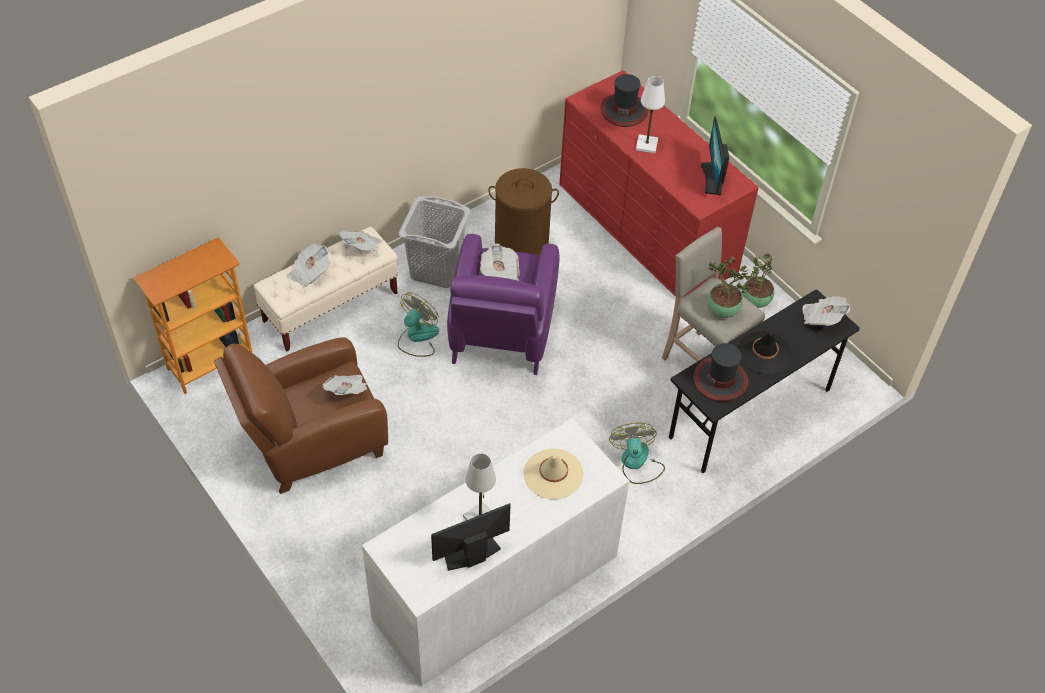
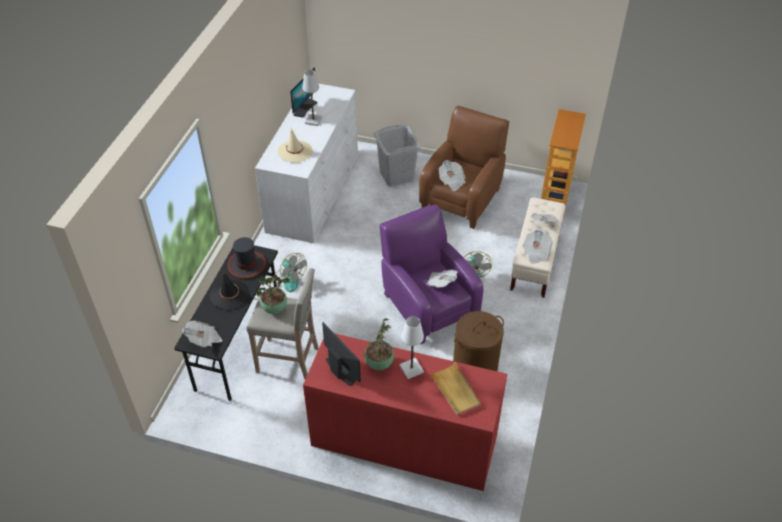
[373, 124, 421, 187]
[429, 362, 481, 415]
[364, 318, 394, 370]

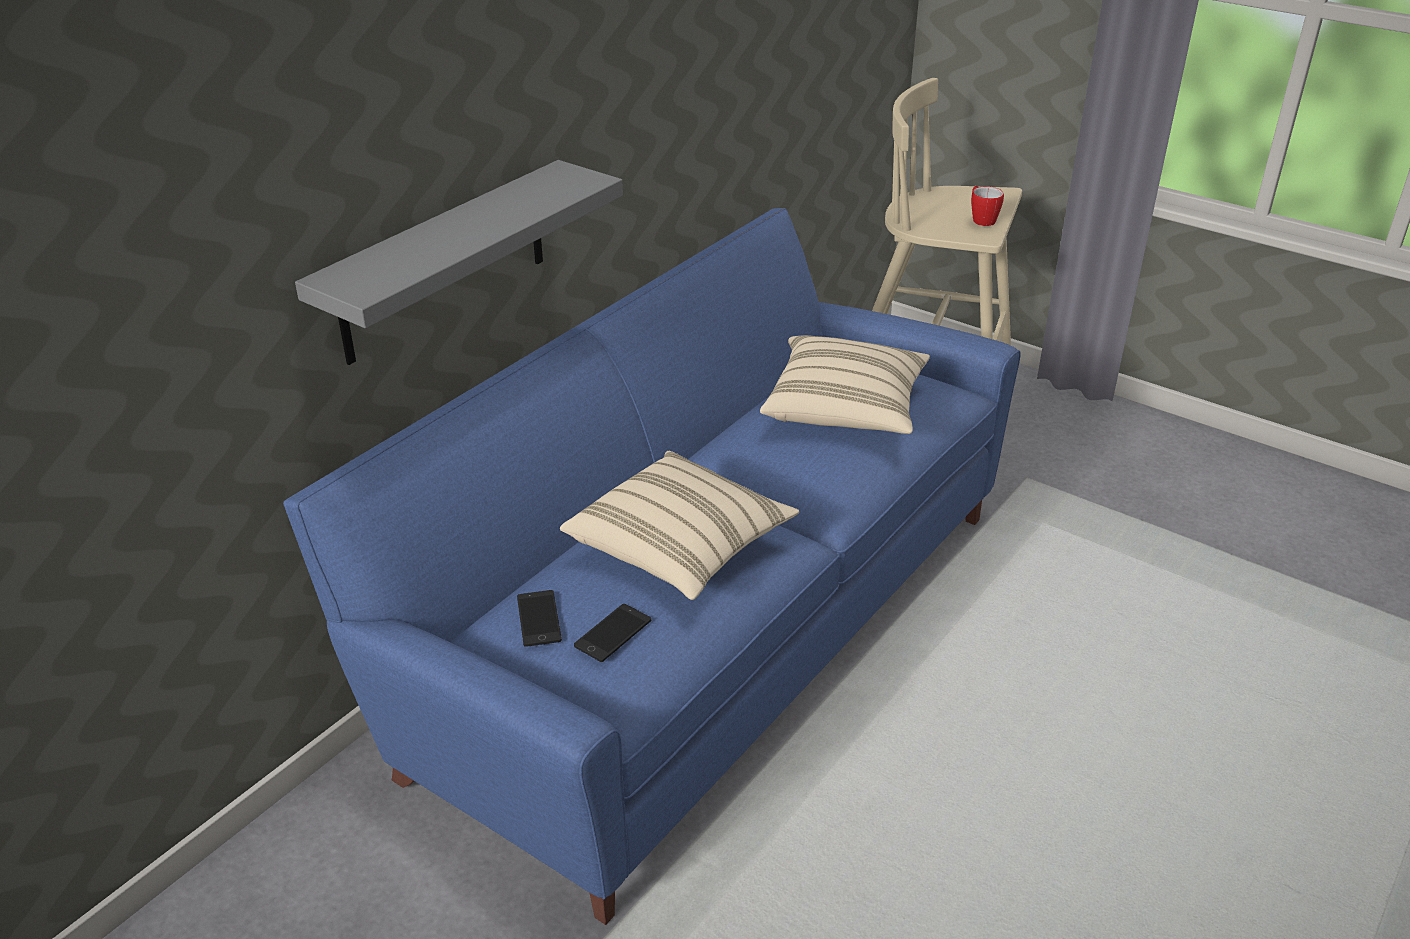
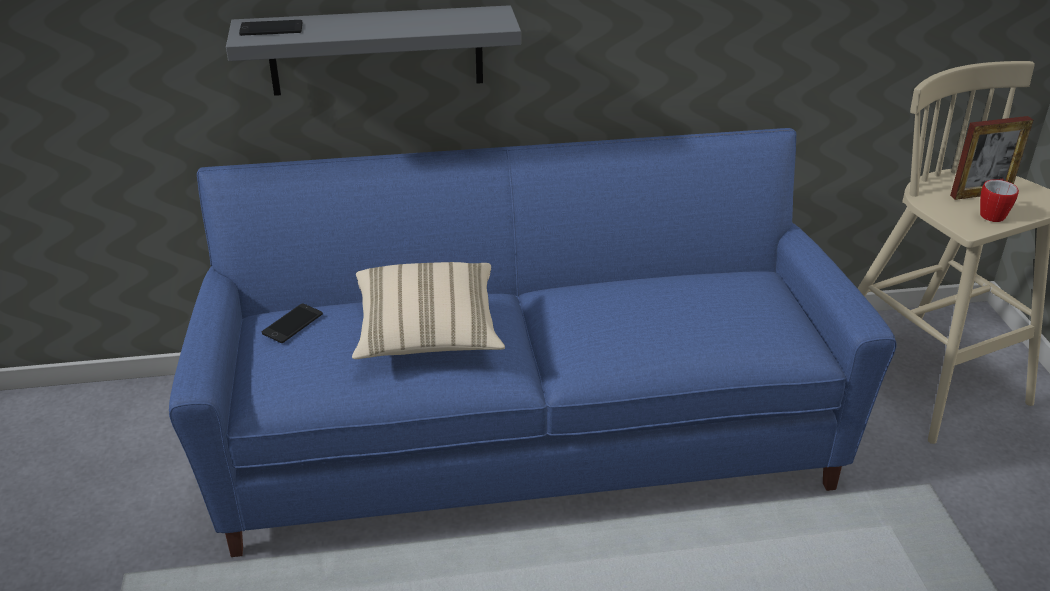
[239, 20, 302, 36]
[760, 335, 930, 434] (first image)
[950, 116, 1033, 200]

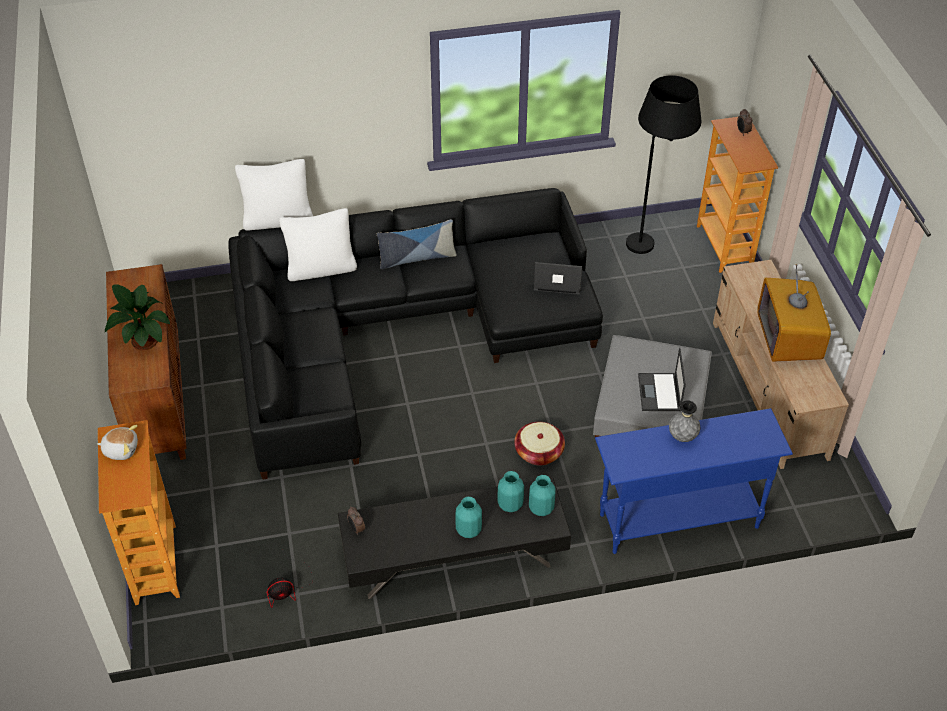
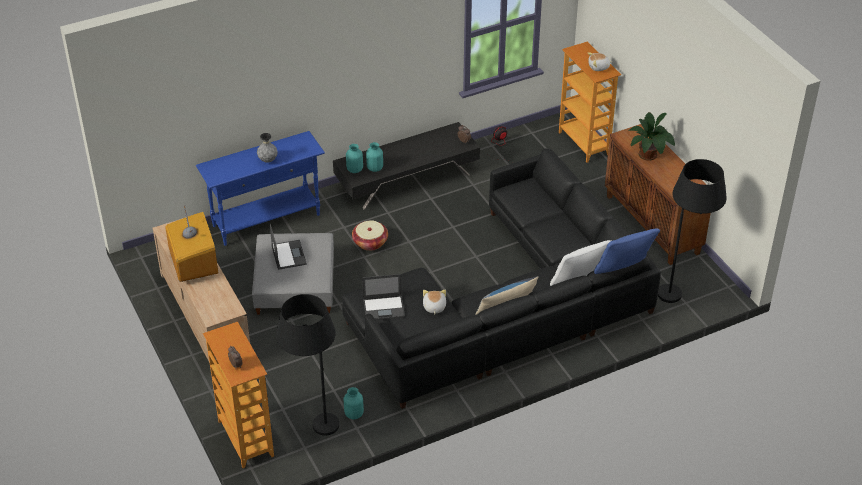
[594, 229, 660, 274]
[344, 387, 364, 419]
[423, 290, 446, 314]
[658, 159, 727, 303]

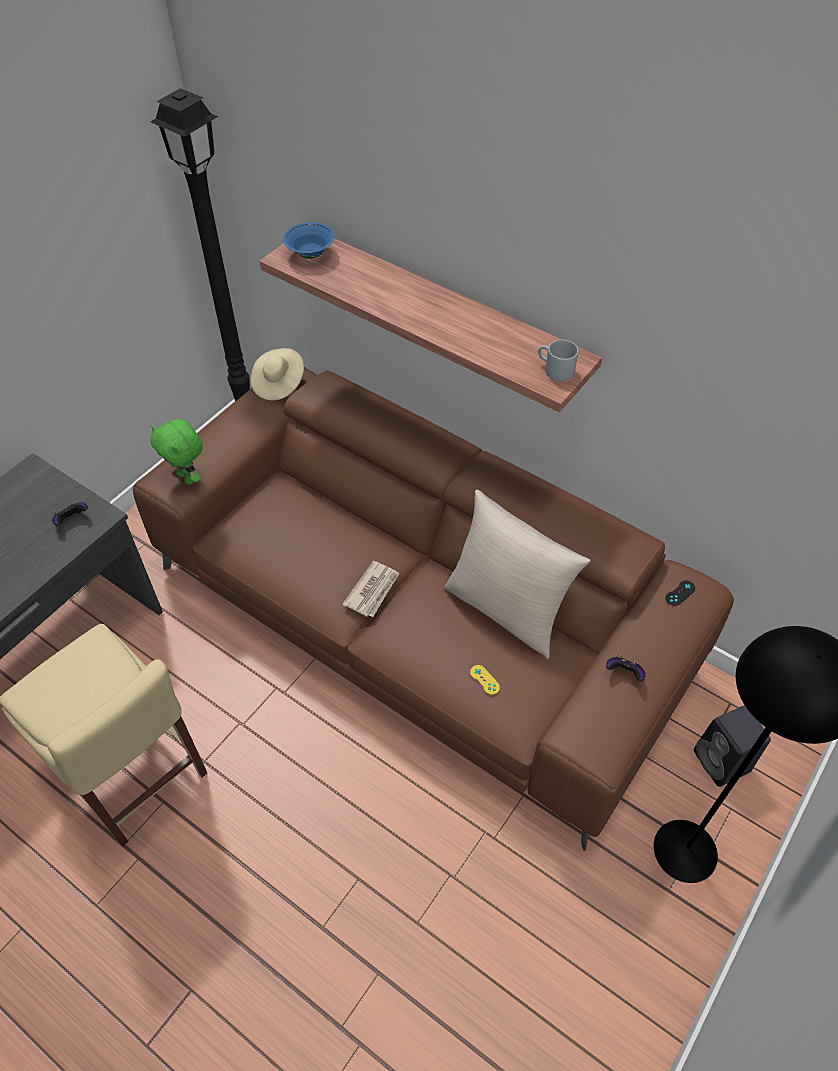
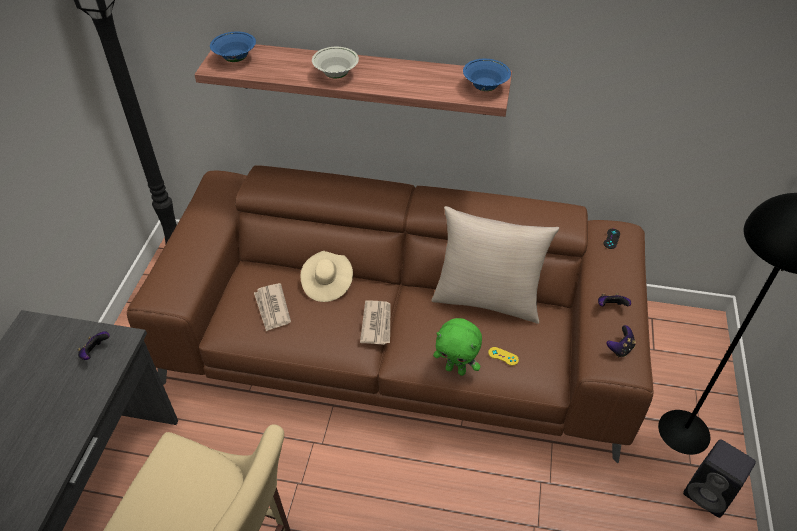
[433, 318, 482, 376]
[301, 251, 353, 302]
[463, 59, 511, 91]
[683, 439, 756, 518]
[254, 283, 291, 332]
[312, 47, 359, 78]
[606, 325, 636, 357]

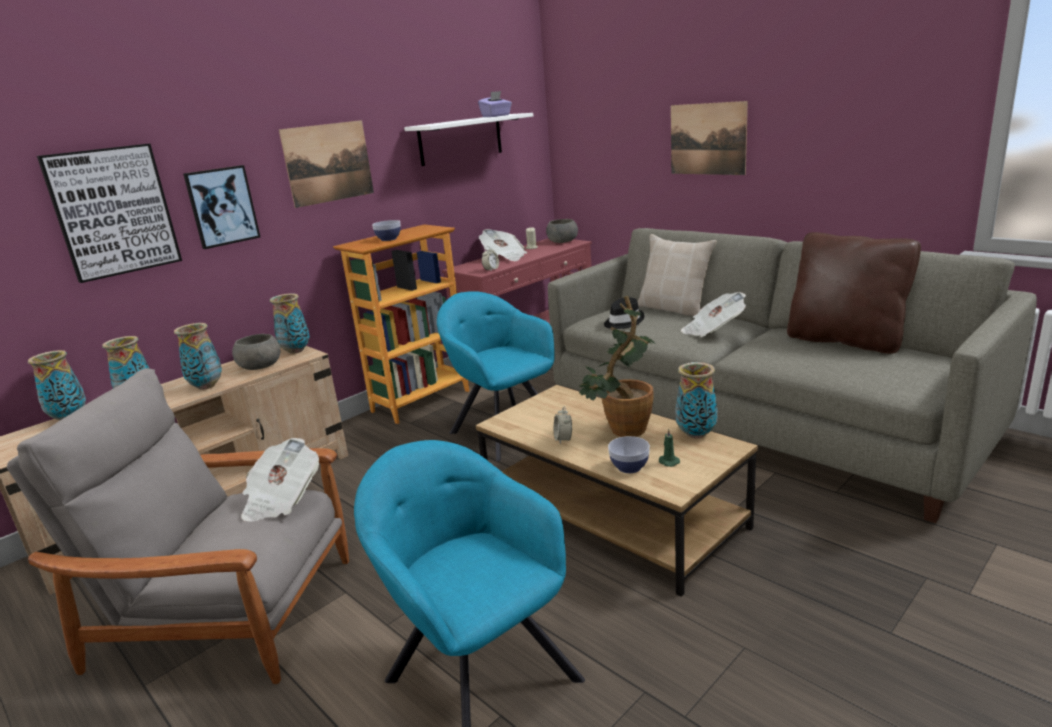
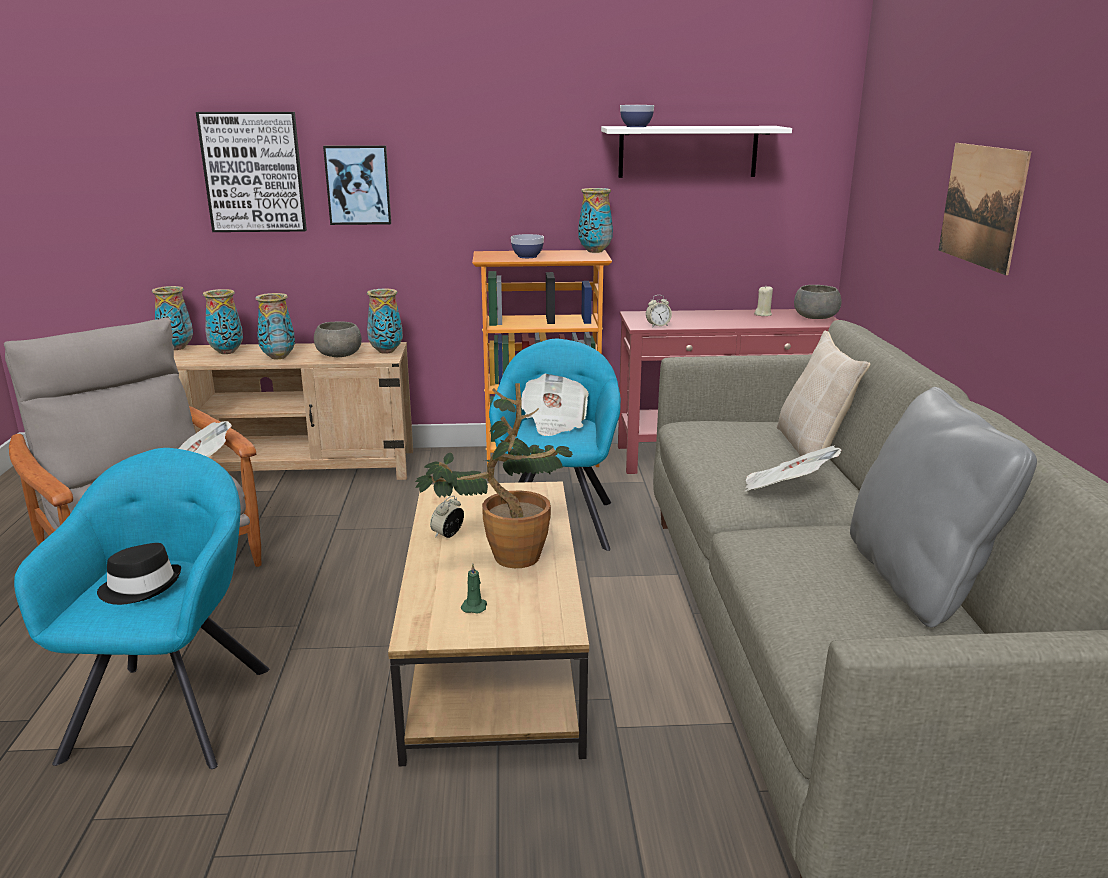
[279, 120, 374, 208] (first image)
[478, 91, 512, 117] (first image)
[521, 374, 589, 436]
[97, 543, 181, 605]
[620, 105, 654, 127]
[578, 188, 613, 253]
[850, 387, 1037, 628]

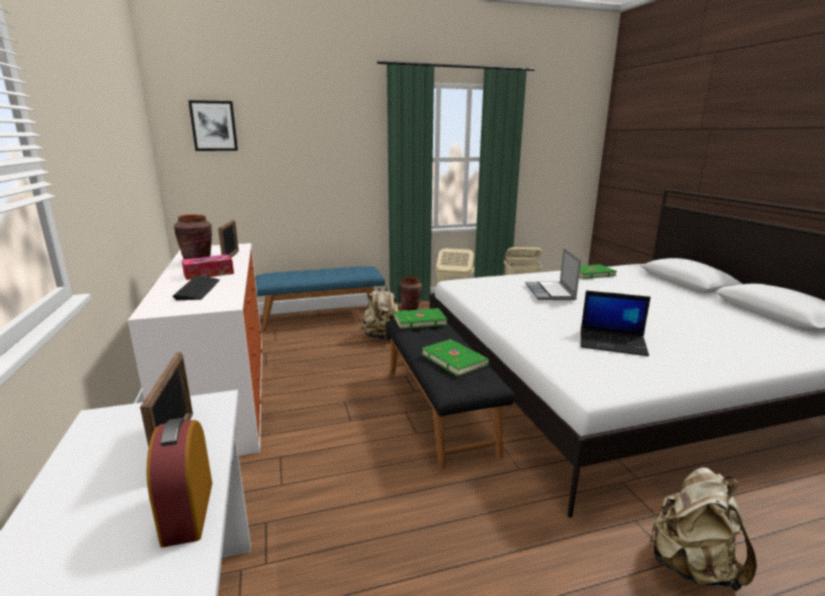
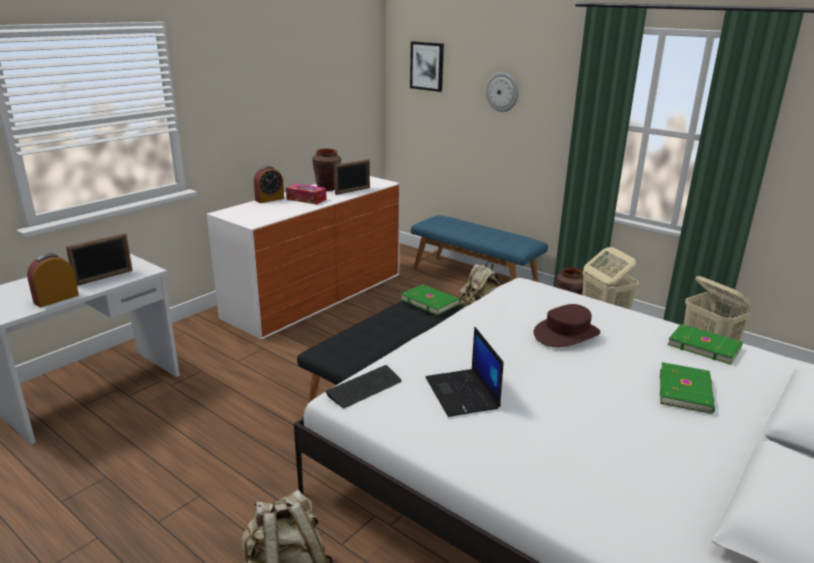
[326, 365, 402, 408]
[660, 362, 715, 414]
[534, 304, 600, 347]
[254, 166, 284, 203]
[486, 72, 519, 112]

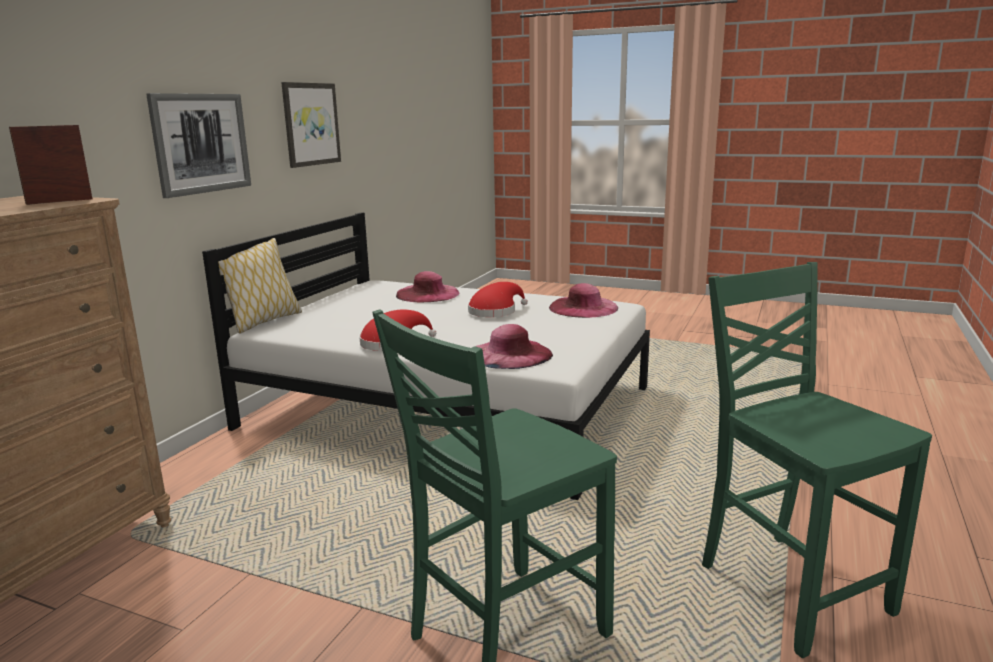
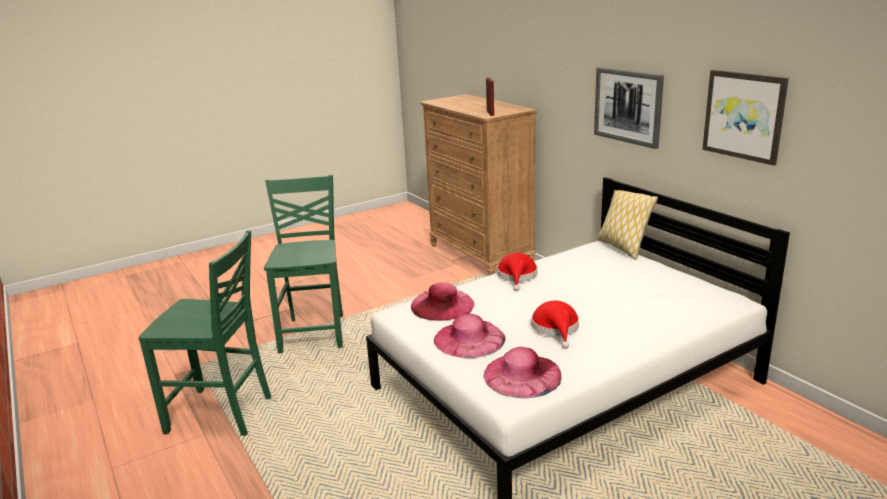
[434, 313, 506, 358]

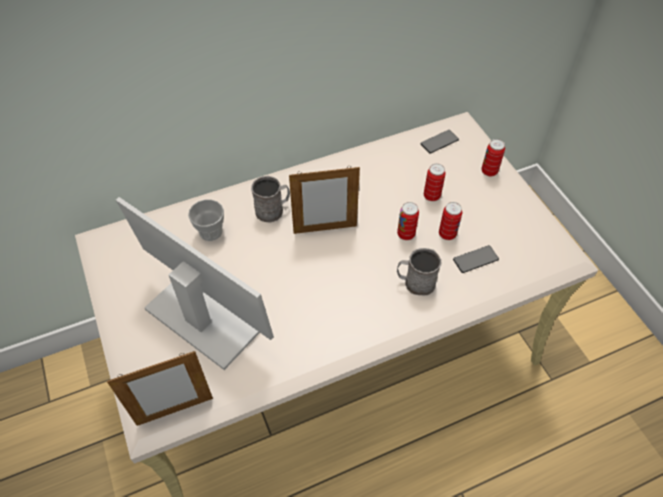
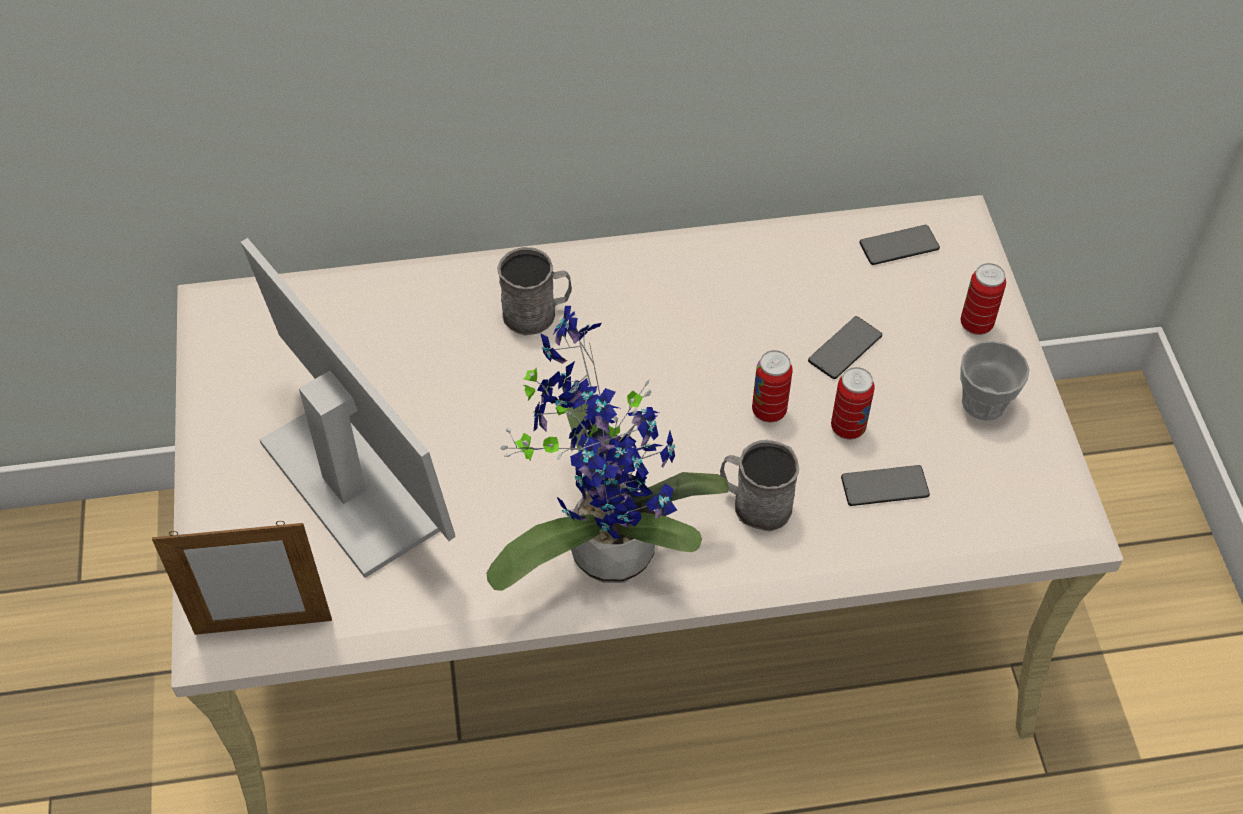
[960, 341, 1030, 421]
[289, 166, 360, 234] (first image)
[808, 316, 882, 379]
[487, 306, 729, 591]

